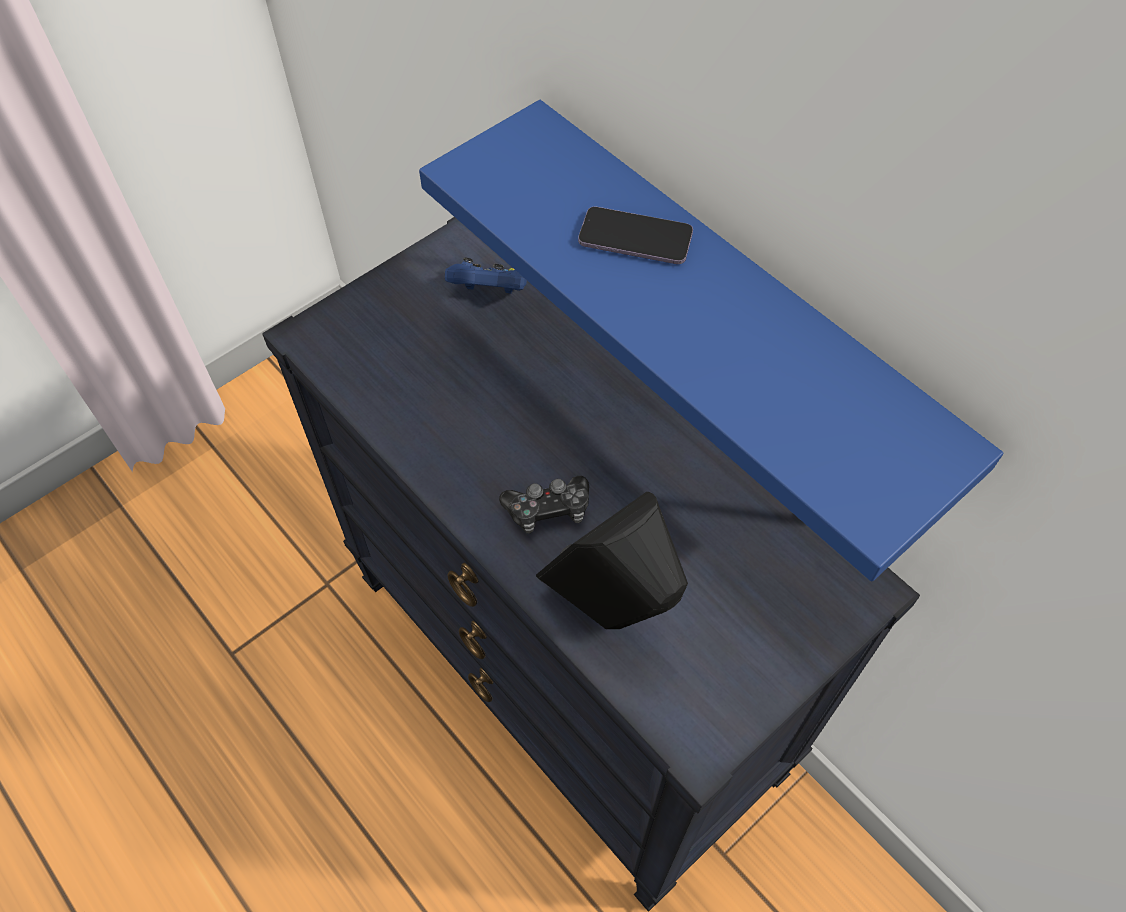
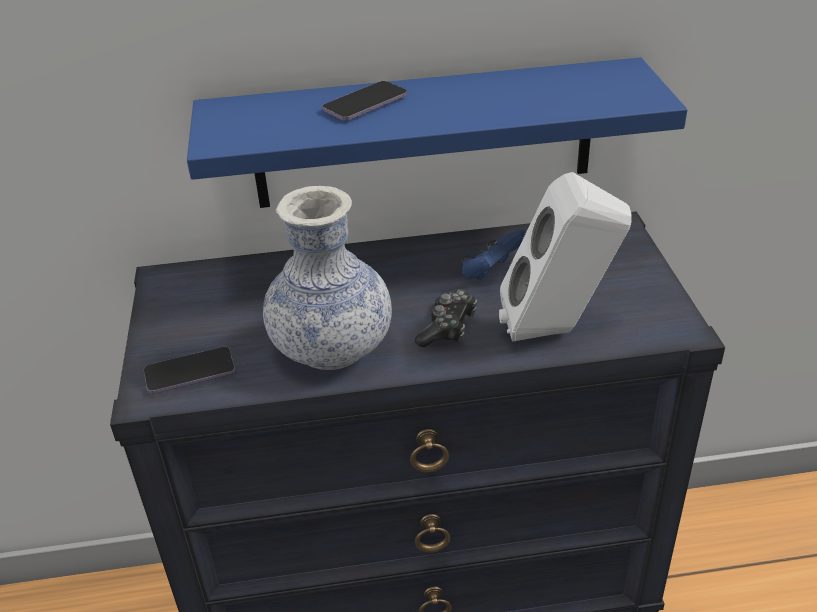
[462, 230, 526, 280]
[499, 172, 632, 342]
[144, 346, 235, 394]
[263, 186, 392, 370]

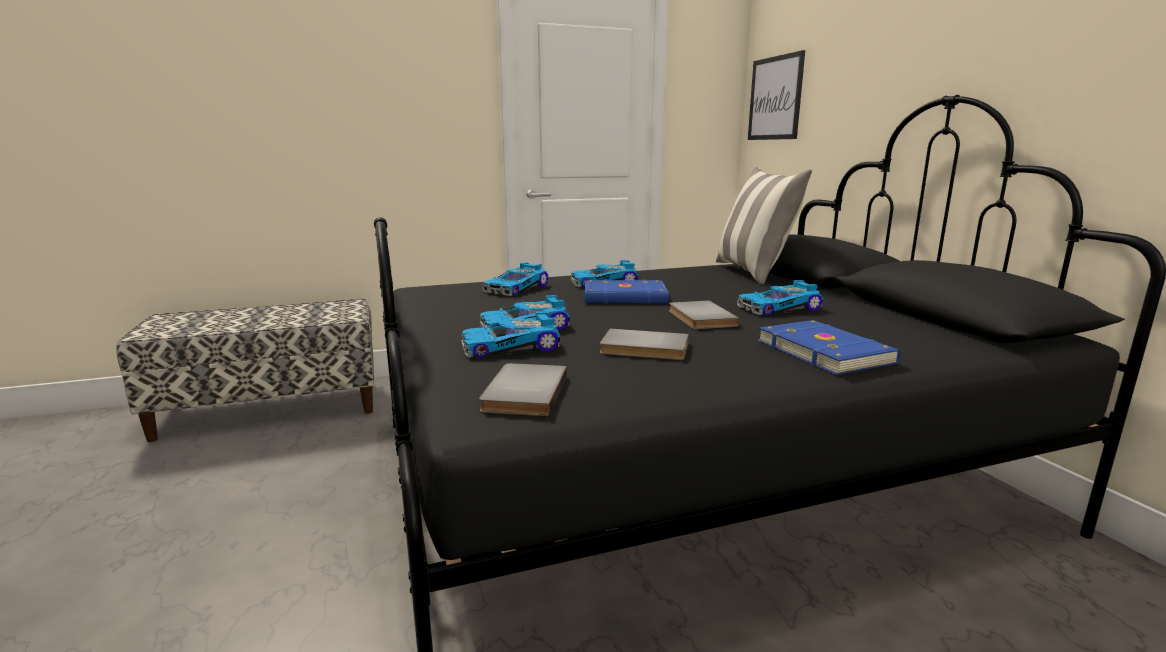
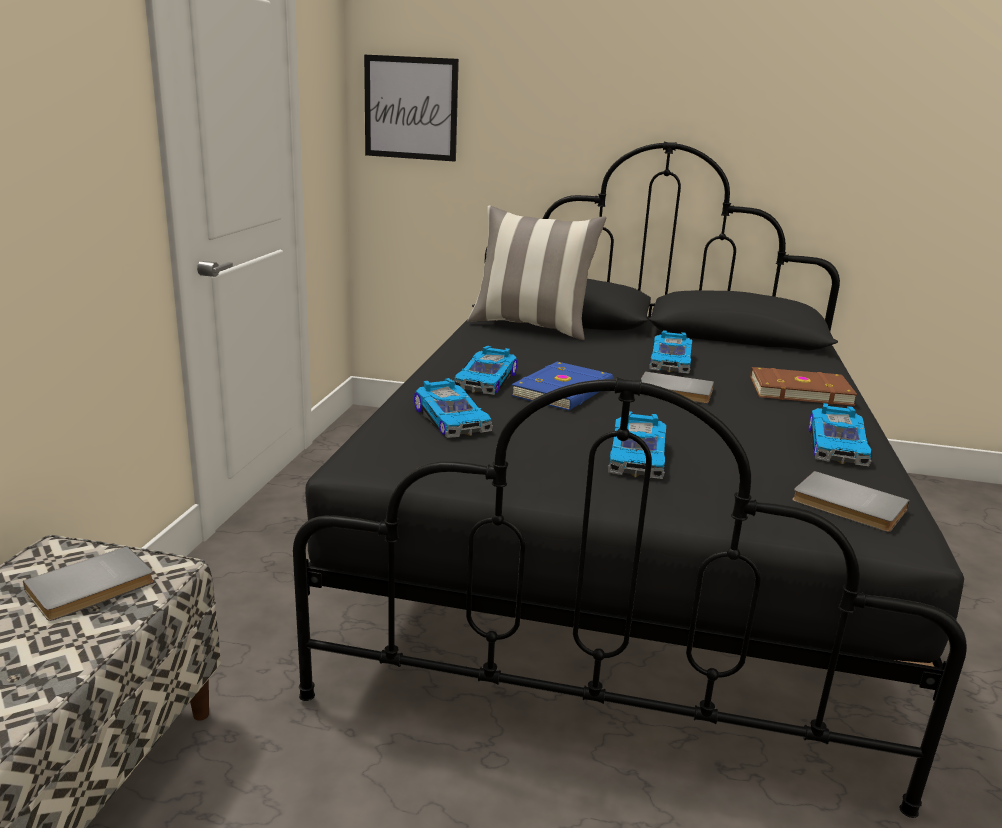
[809, 403, 871, 466]
[23, 546, 154, 621]
[750, 367, 857, 406]

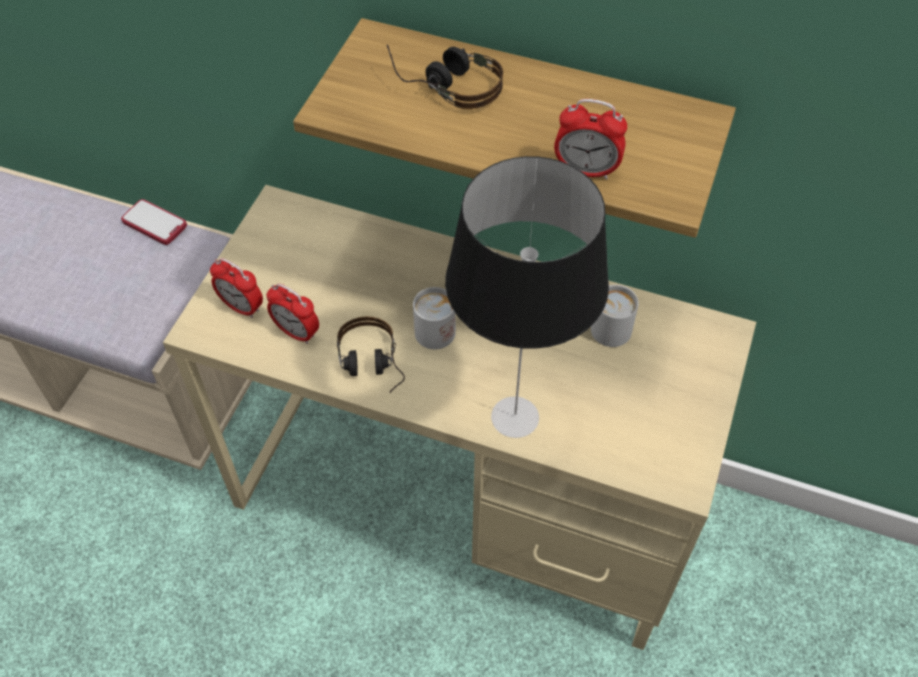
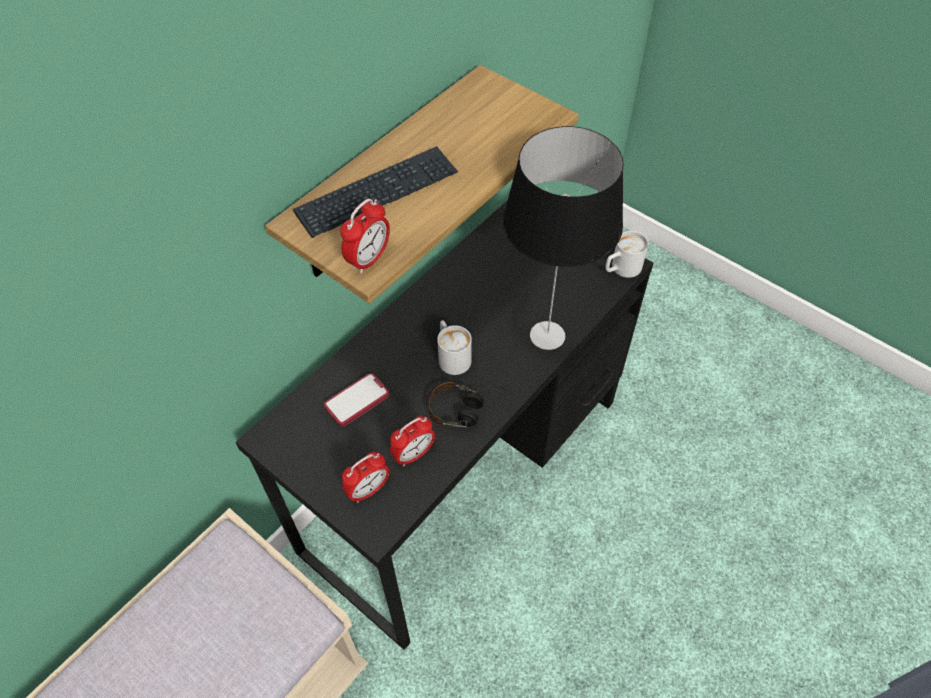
[324, 373, 389, 427]
[235, 200, 653, 650]
[293, 146, 458, 238]
[340, 199, 390, 274]
[605, 231, 649, 278]

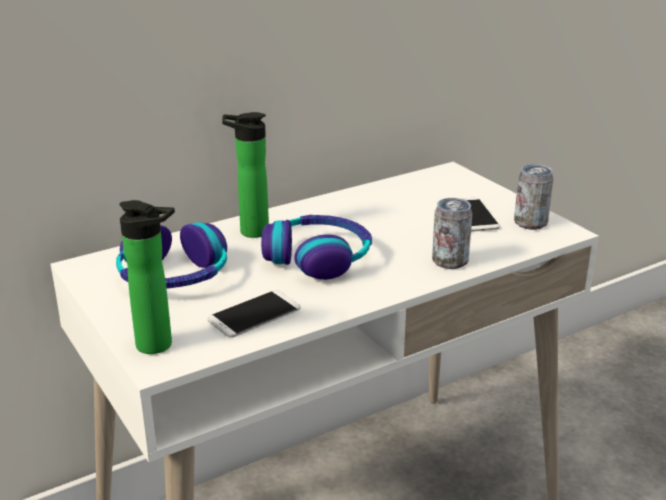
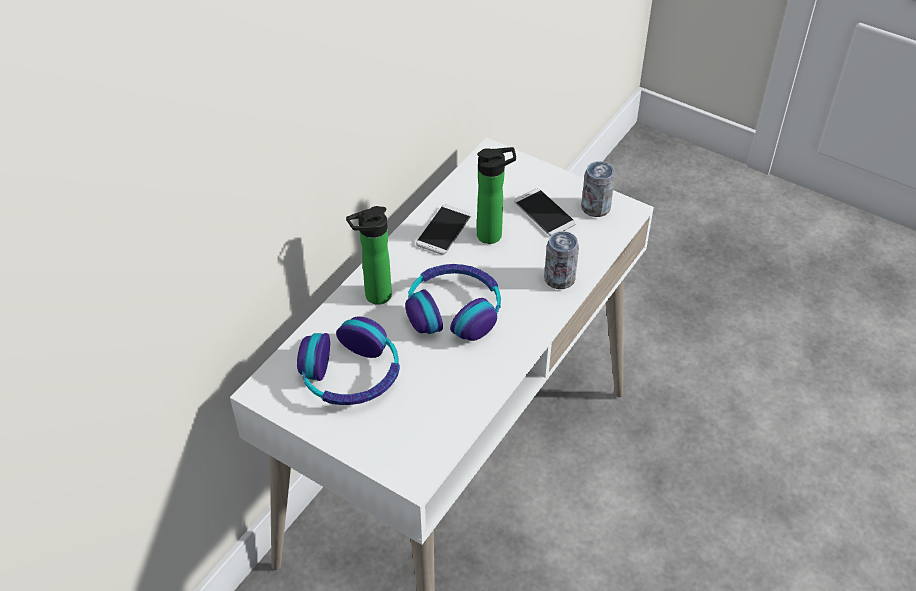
[477, 147, 516, 244]
[416, 205, 471, 255]

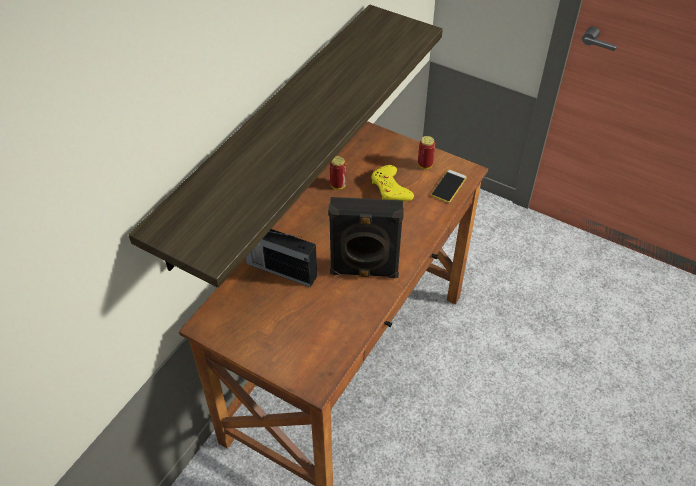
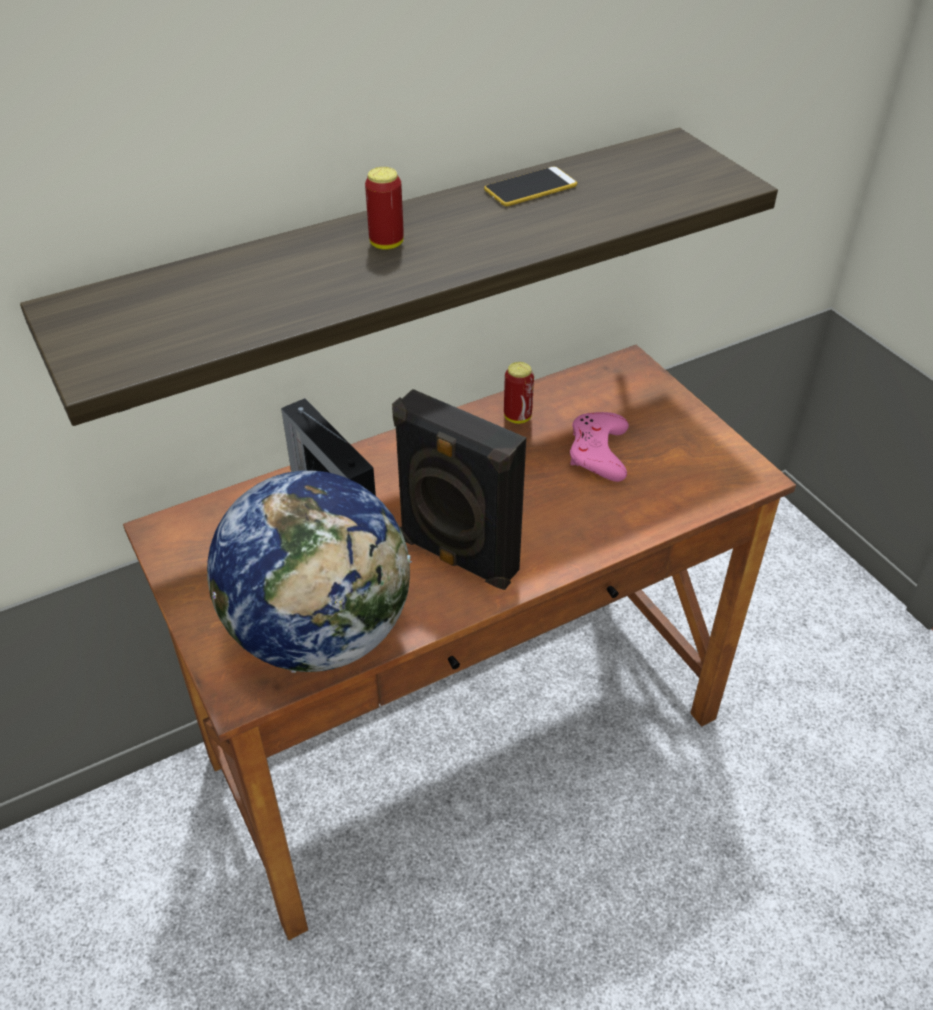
[570, 412, 629, 482]
[365, 167, 404, 250]
[484, 167, 577, 206]
[207, 470, 412, 673]

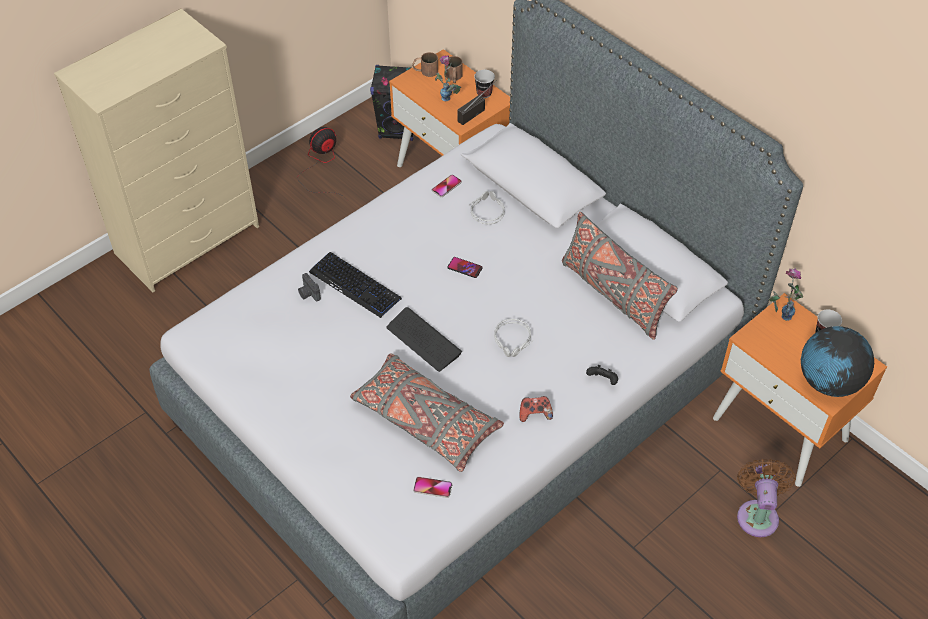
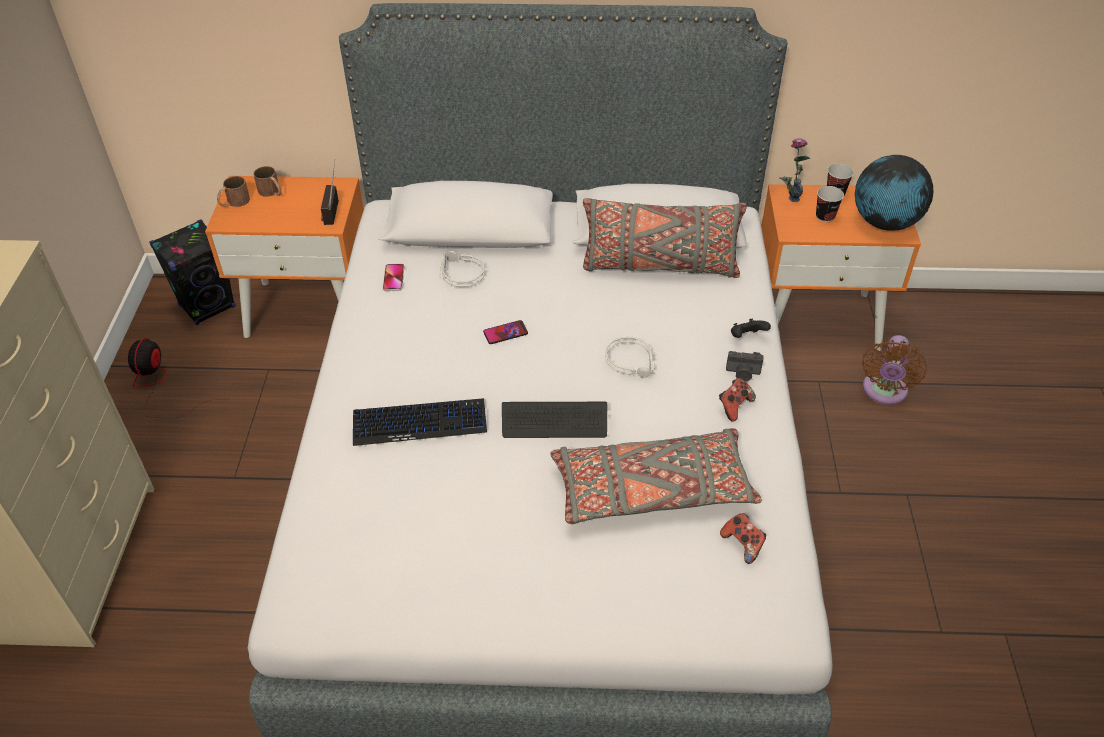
[726, 351, 764, 382]
[720, 513, 766, 564]
[435, 55, 461, 101] (first image)
[816, 186, 844, 222]
[862, 335, 927, 405]

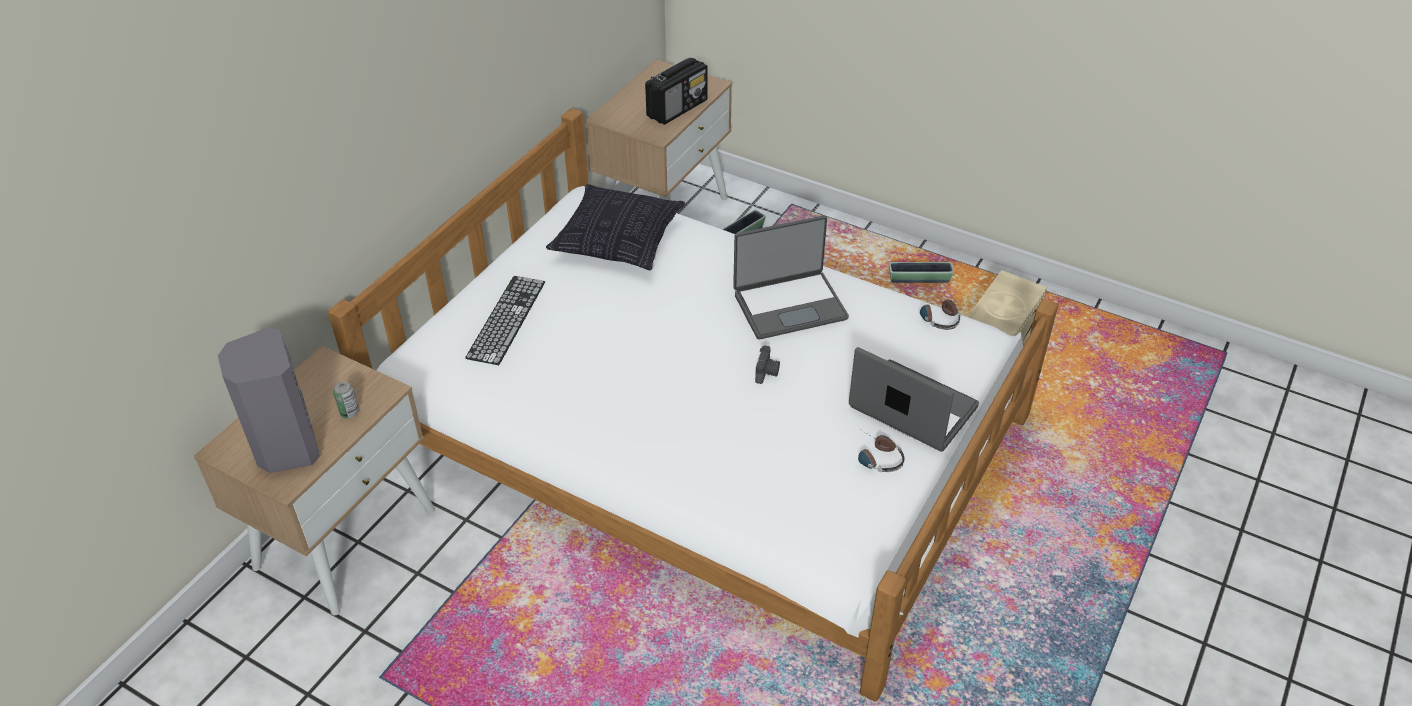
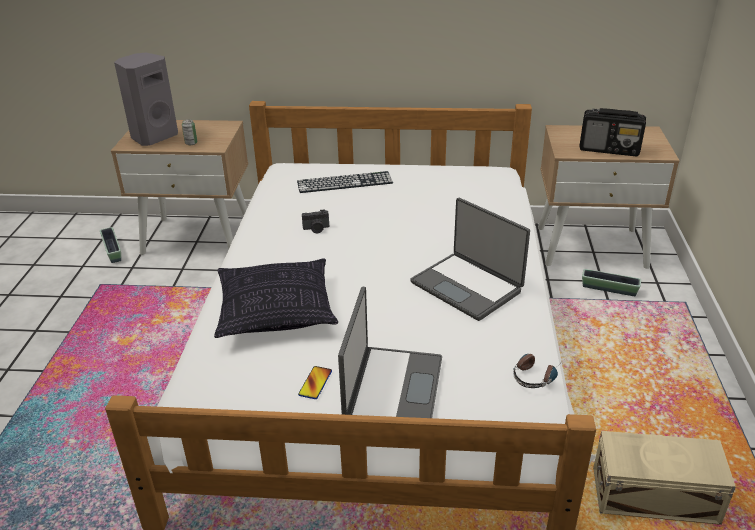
[214, 258, 338, 338]
[302, 210, 329, 233]
[298, 366, 332, 399]
[100, 227, 121, 263]

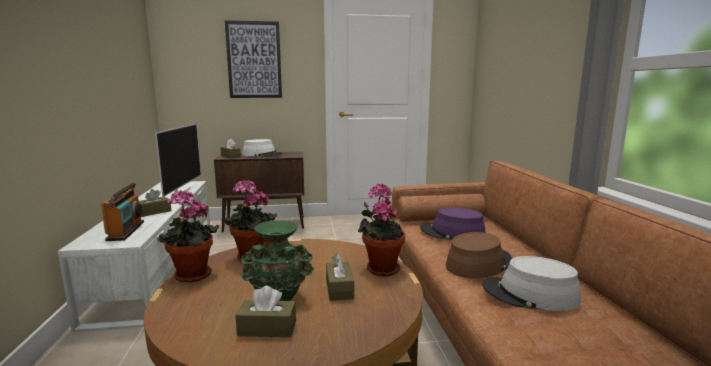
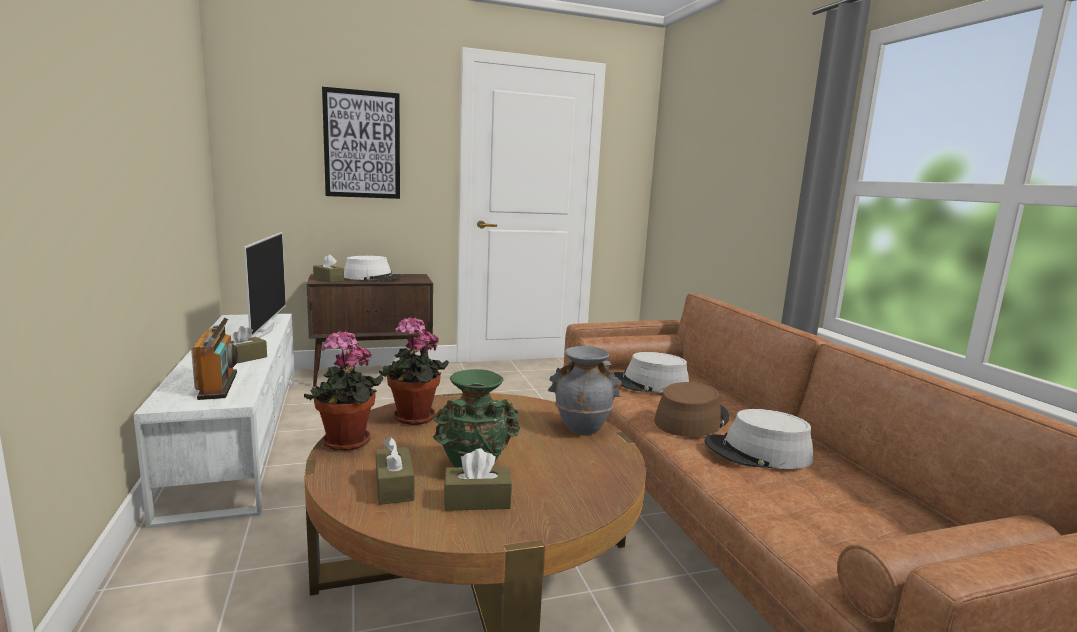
[376, 437, 414, 505]
[548, 346, 622, 435]
[613, 352, 689, 393]

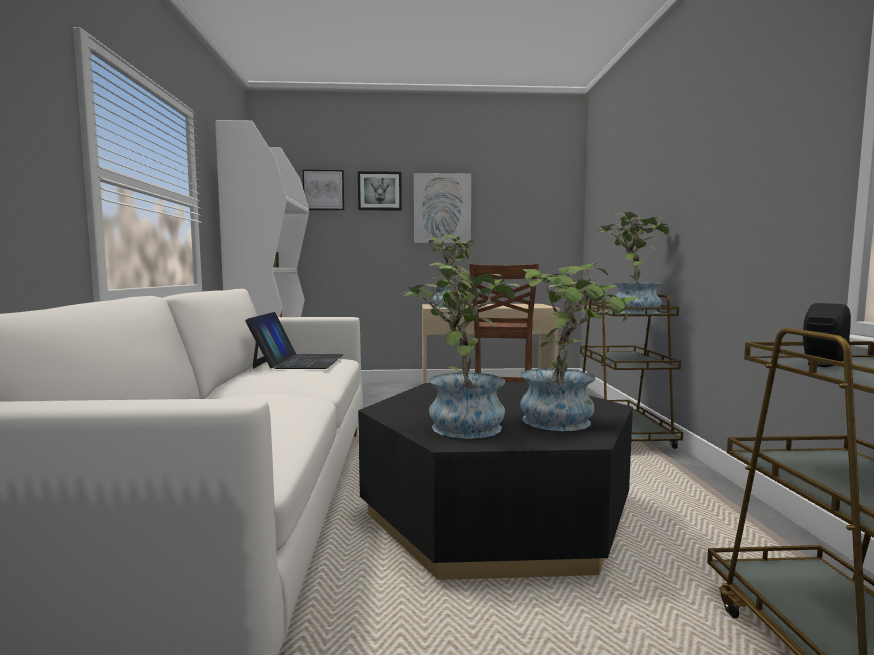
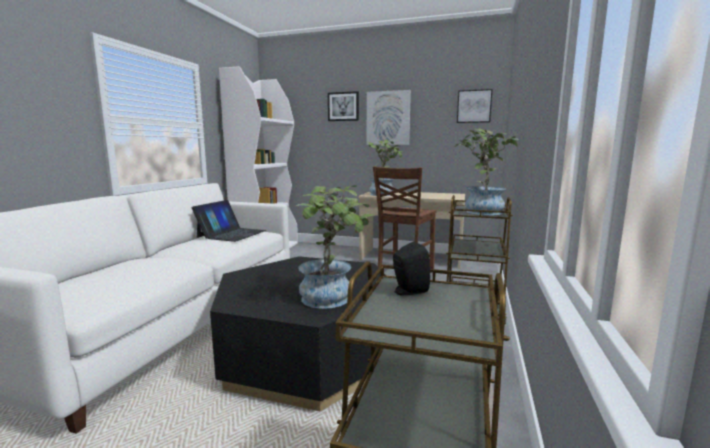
[457, 89, 492, 123]
[396, 262, 519, 439] (first image)

